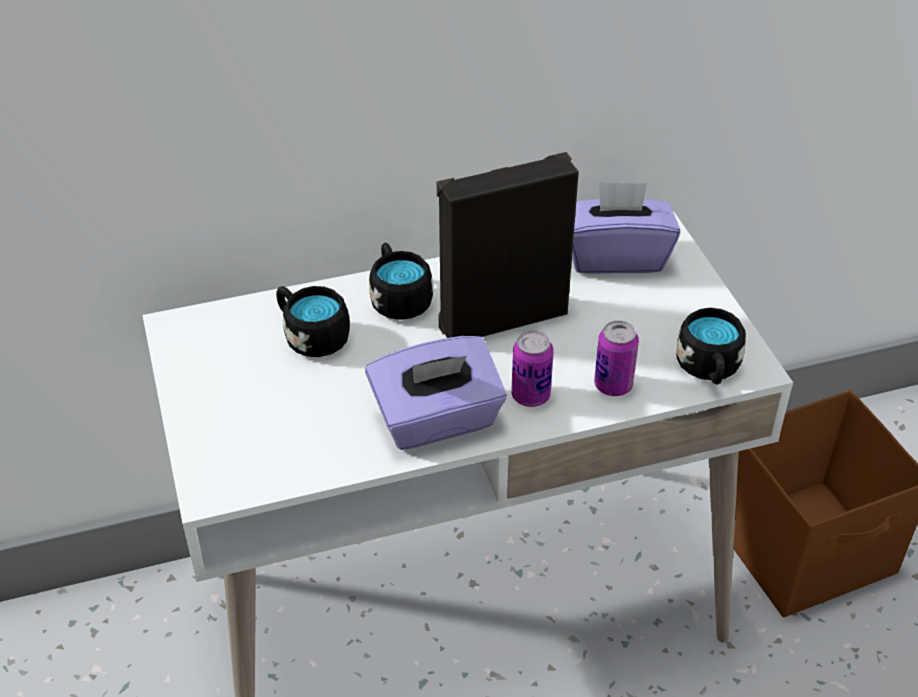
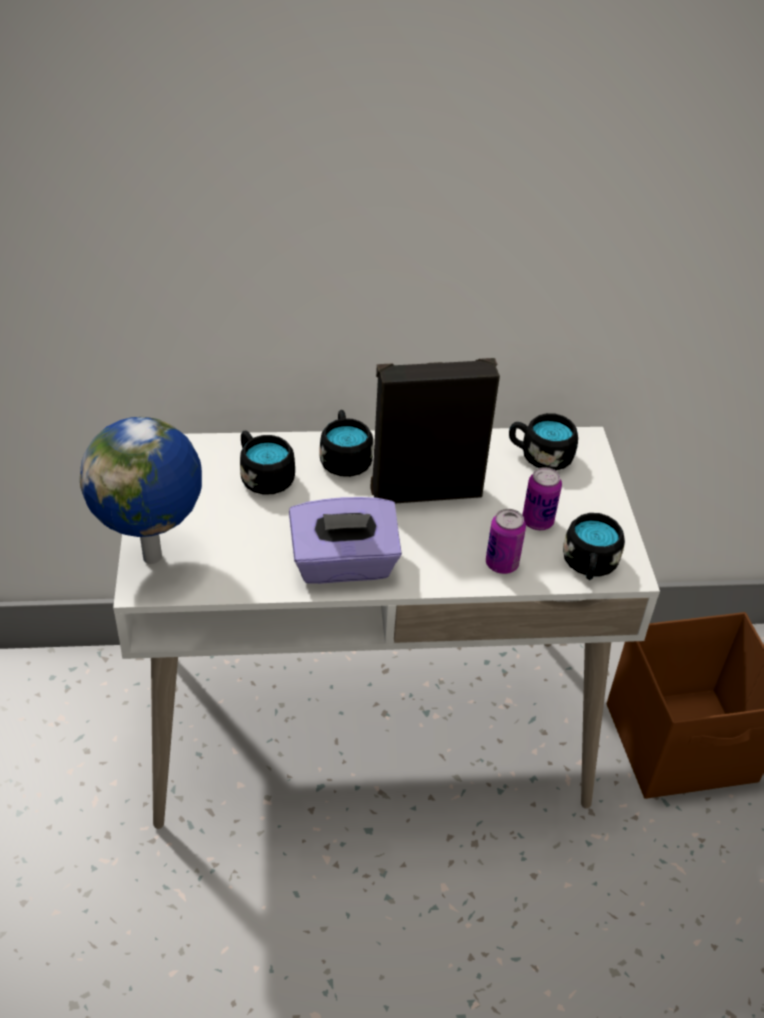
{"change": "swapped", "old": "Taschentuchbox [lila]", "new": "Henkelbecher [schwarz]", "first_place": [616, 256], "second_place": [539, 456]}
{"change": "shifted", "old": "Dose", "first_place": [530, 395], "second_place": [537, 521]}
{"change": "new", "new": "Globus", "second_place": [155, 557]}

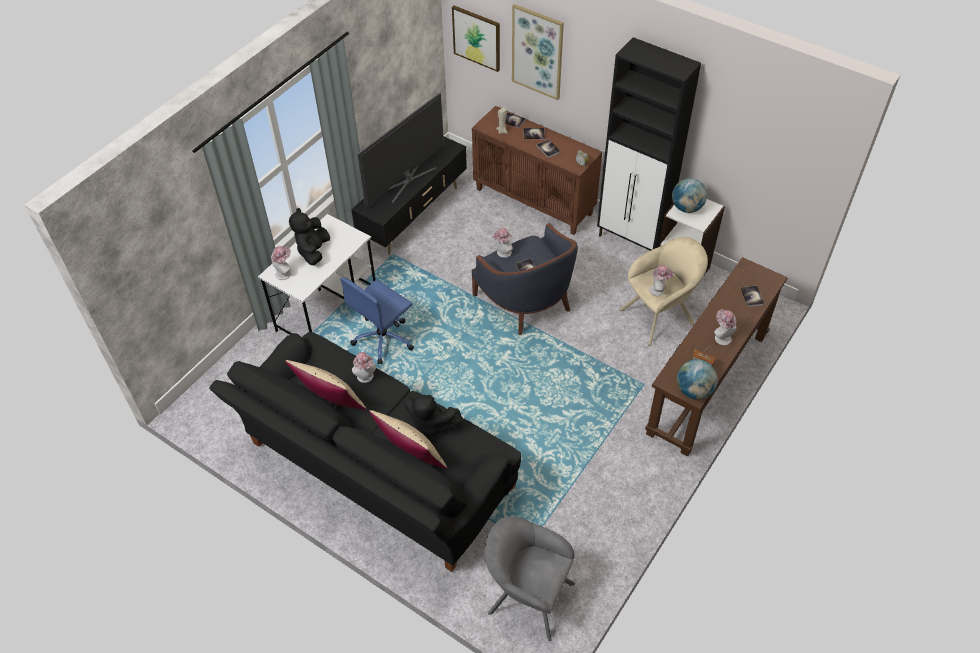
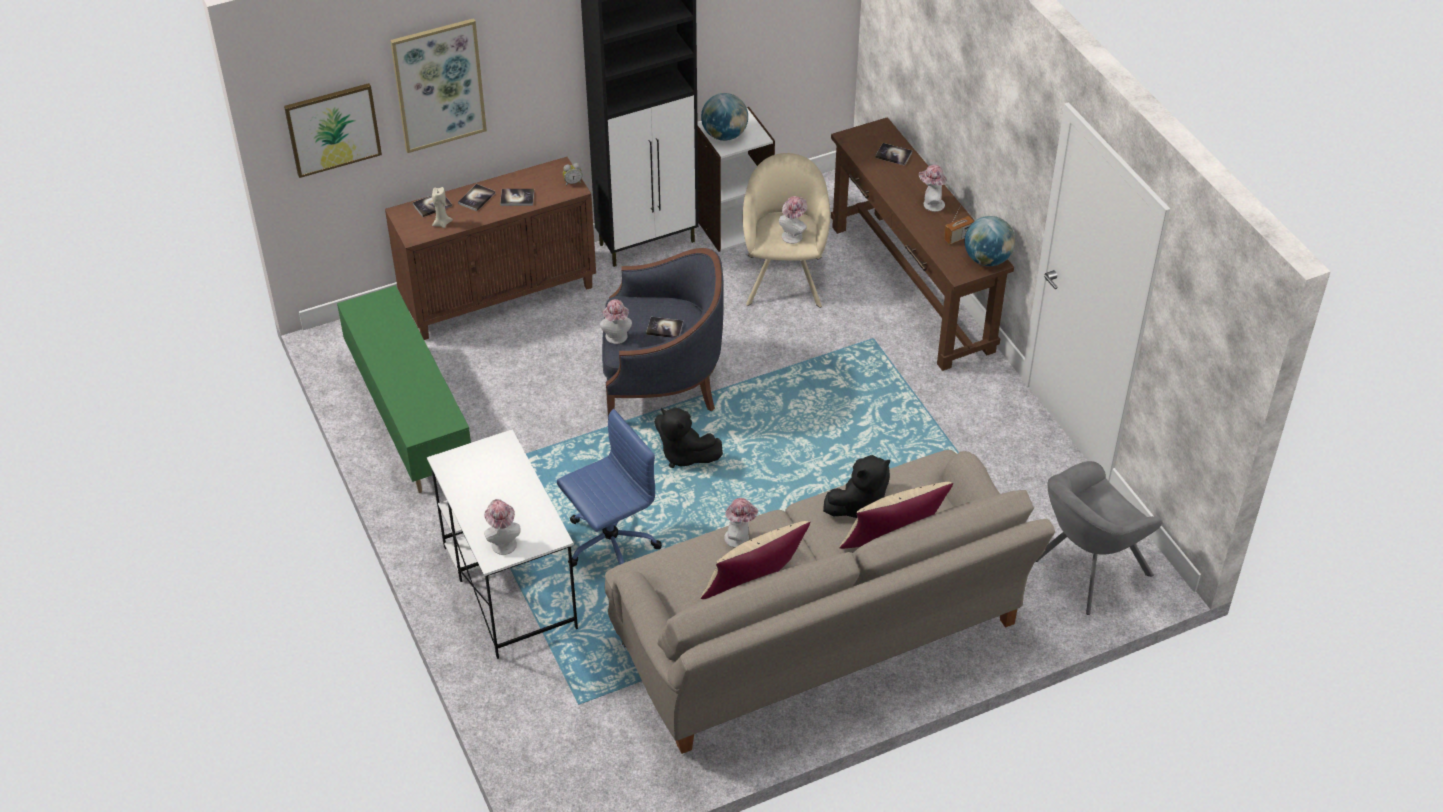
{"change": "gone", "old": "Fernseher", "first_place": [407, 180]}
{"change": "repainted", "old": "Fernsehschrank [schwarz]", "new": "Fernsehschrank [grün]", "first_place": [414, 215], "second_place": [411, 423]}
{"change": "shifted", "old": "Plüschtier [schwarz]", "first_place": [313, 251], "second_place": [684, 455]}
{"change": "rotated", "old": "Bürostuhl [blau]", "first_place": [384, 339], "second_place": [609, 545], "degrees": -105}
{"change": "repainted", "old": "Sofa [schwarz]", "new": "Sofa [beige]", "first_place": [376, 471], "second_place": [821, 639]}

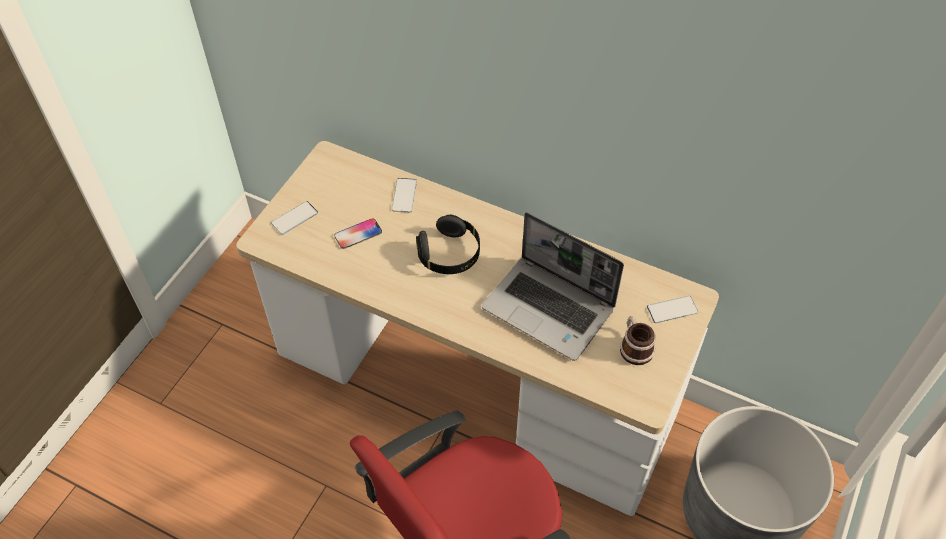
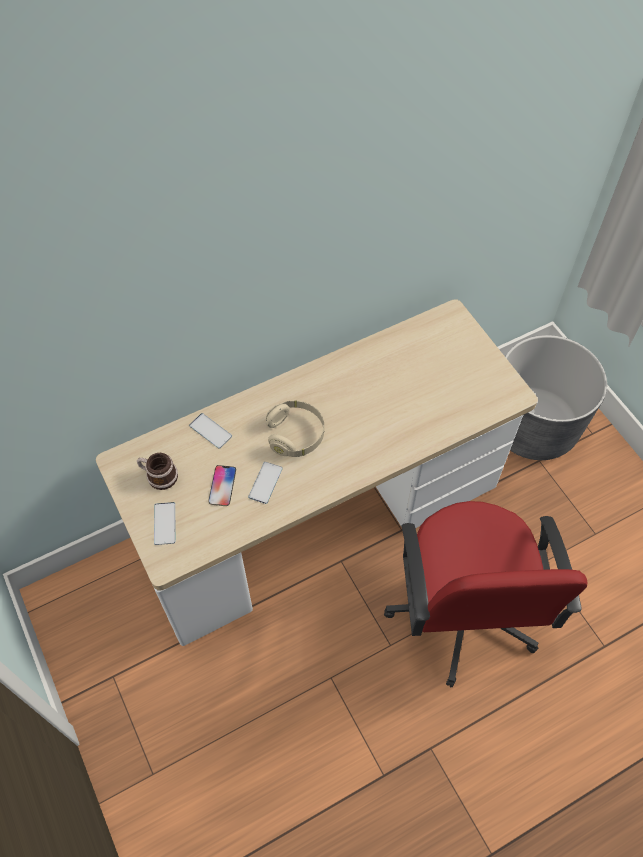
{"change": "gone", "old": "Laptop", "first_place": [550, 309]}
{"change": "repainted", "old": "Kopfhörer [schwarz]", "new": "Kopfhörer [beige]", "first_place": [449, 255], "second_place": [295, 435]}
{"change": "shifted", "old": "Handy", "first_place": [672, 309], "second_place": [265, 483]}
{"change": "shifted", "old": "Henkelbecher", "first_place": [634, 347], "second_place": [158, 475]}

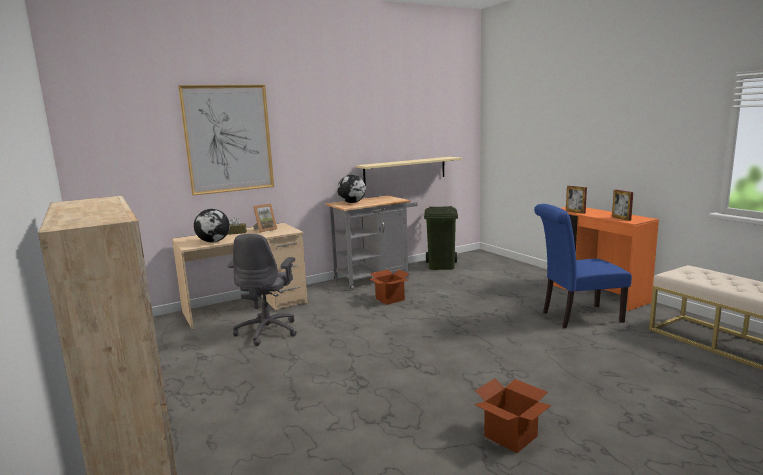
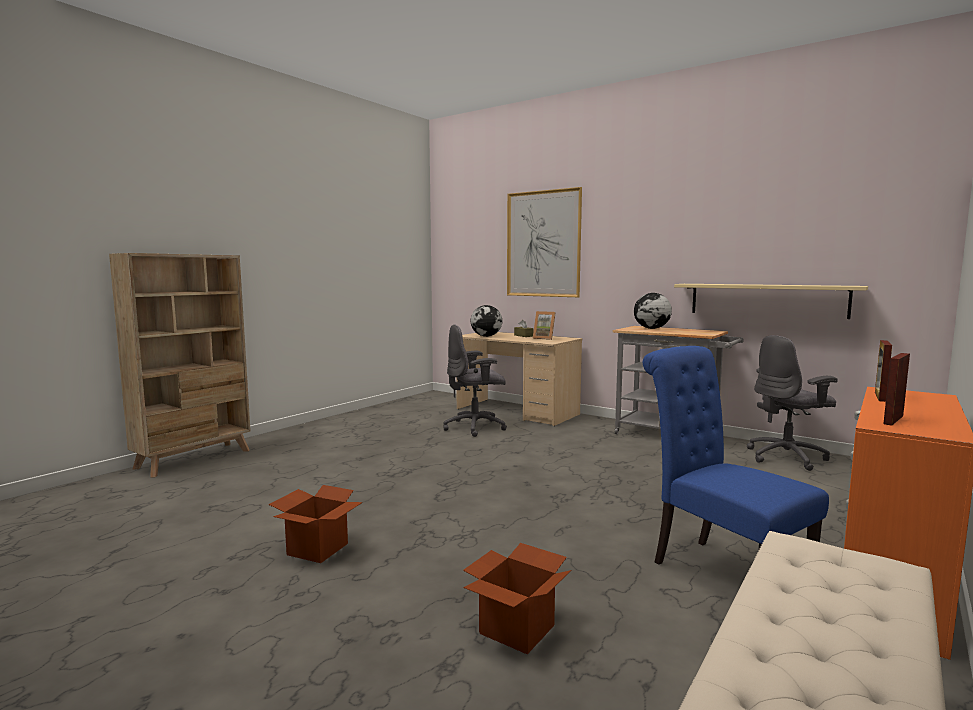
{"change": "swapped", "old": "Mülleimer [grün]", "new": "Bürostuhl [grau]", "first_place": [440, 265], "second_place": [787, 457]}
{"change": "shifted", "old": "Karton", "first_place": [390, 299], "second_place": [517, 629]}

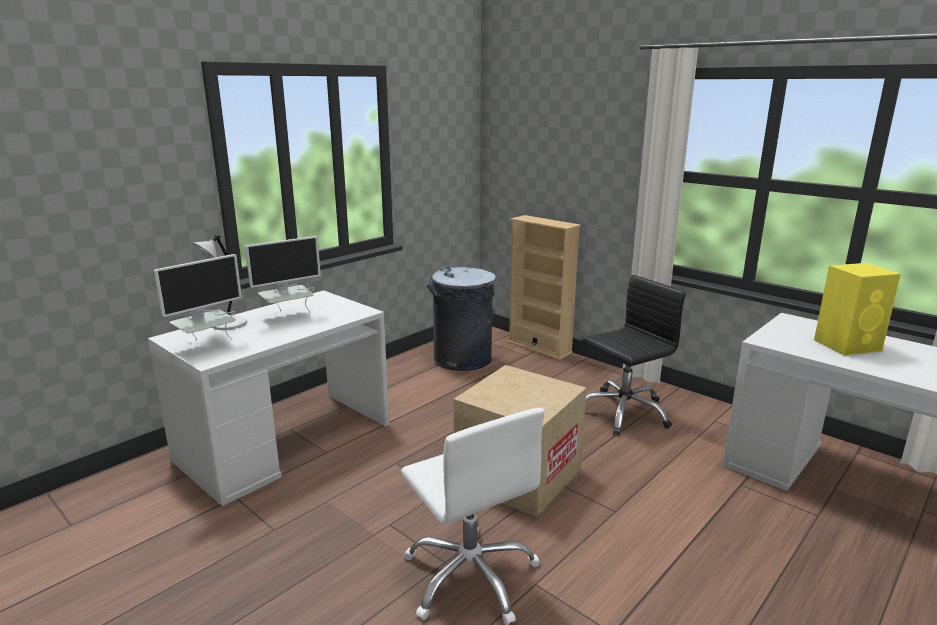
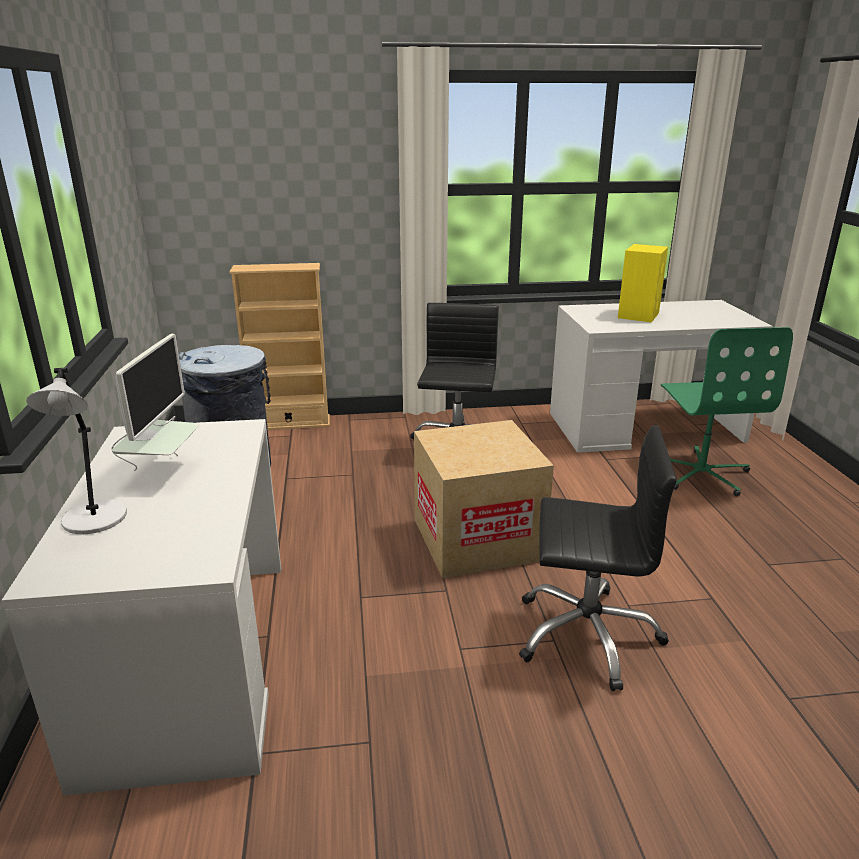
{"change": "gone", "old": "Monitor", "first_place": [207, 346]}
{"change": "repainted", "old": "Bürostuhl [weiß]", "new": "Bürostuhl [schwarz]", "first_place": [471, 576], "second_place": [587, 634]}
{"change": "new", "new": "Bürostuhl [grün]", "second_place": [701, 473]}

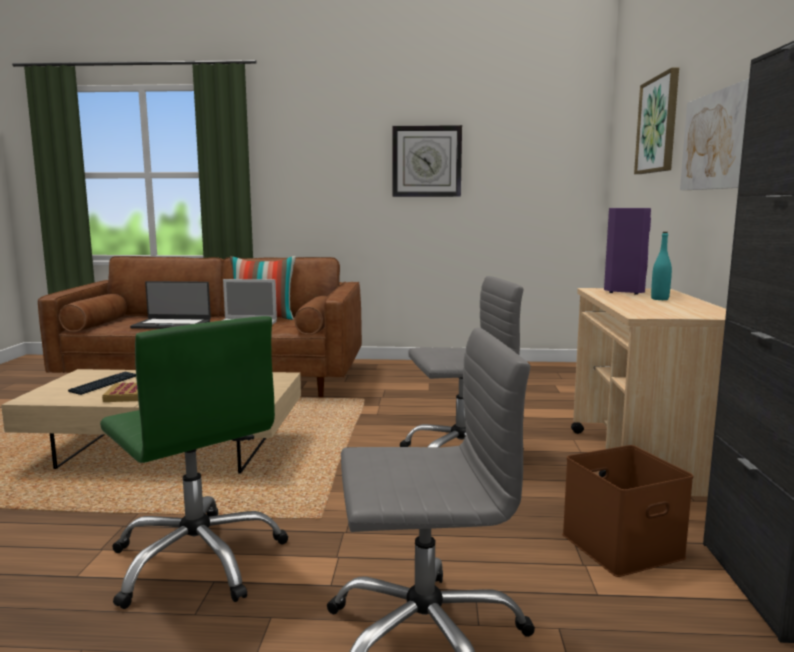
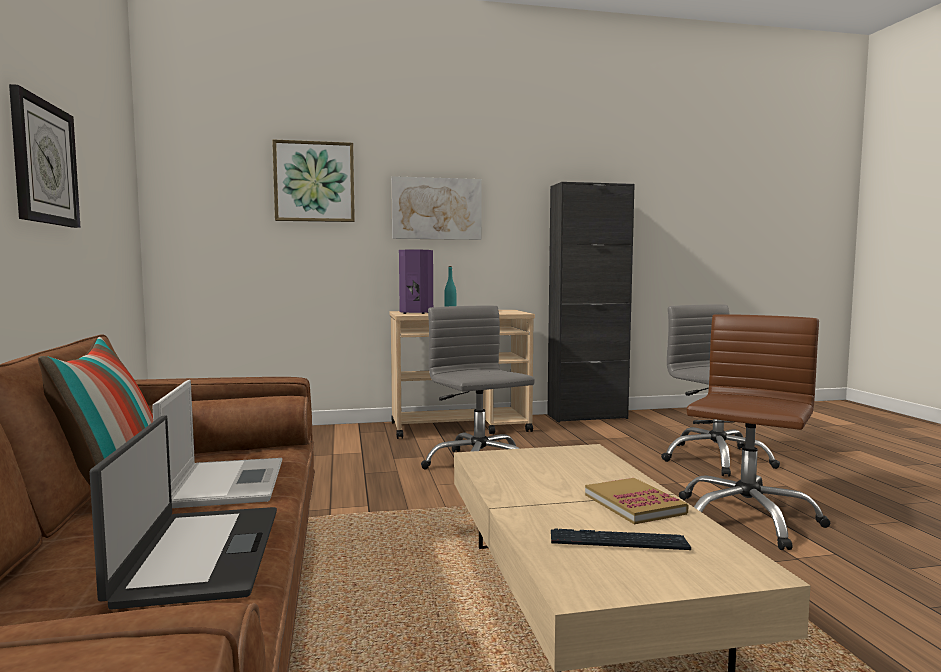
{"change": "repainted", "old": "Bürostuhl [grün]", "new": "Bürostuhl [braun]", "first_place": [198, 560], "second_place": [745, 518]}
{"change": "gone", "old": "Aufbewahrungsbox [braun]", "first_place": [622, 544]}

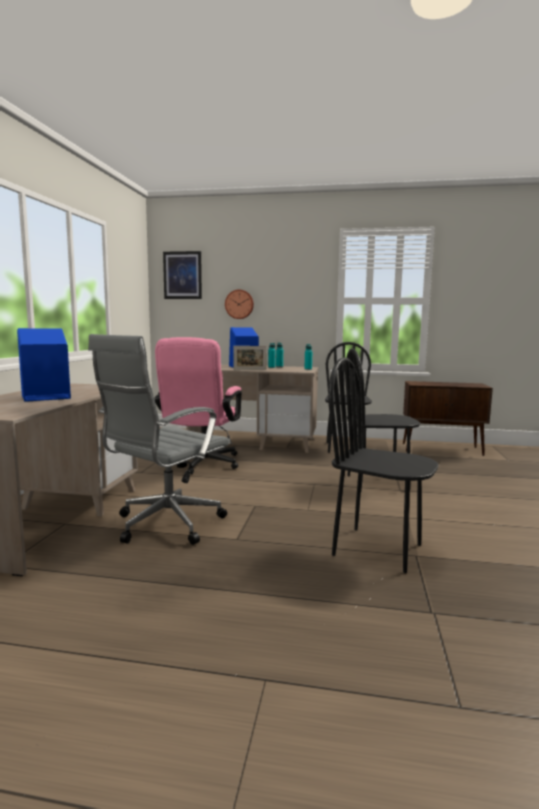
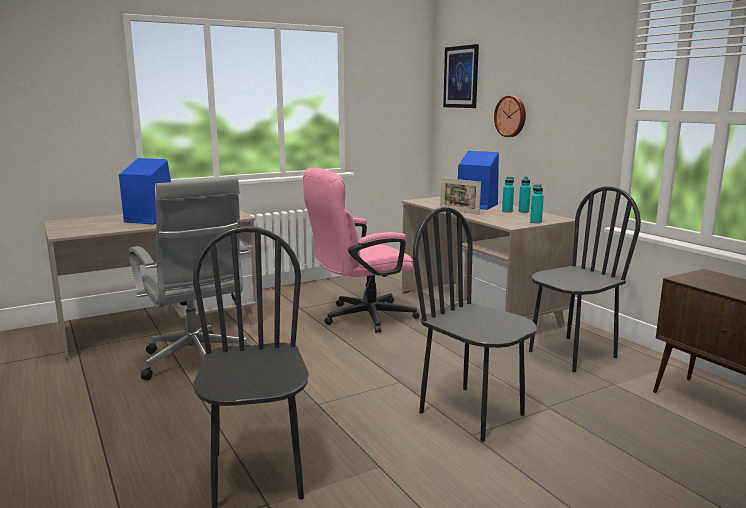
{"change": "rotated", "old": "Bürostuhl [grau]", "first_place": [164, 525], "second_place": [196, 363], "degrees": -120}

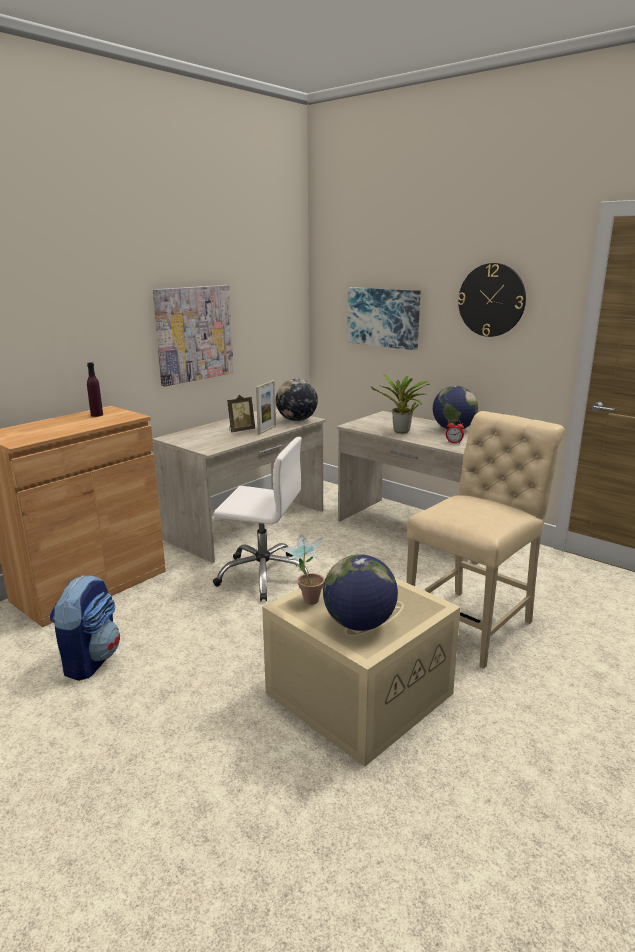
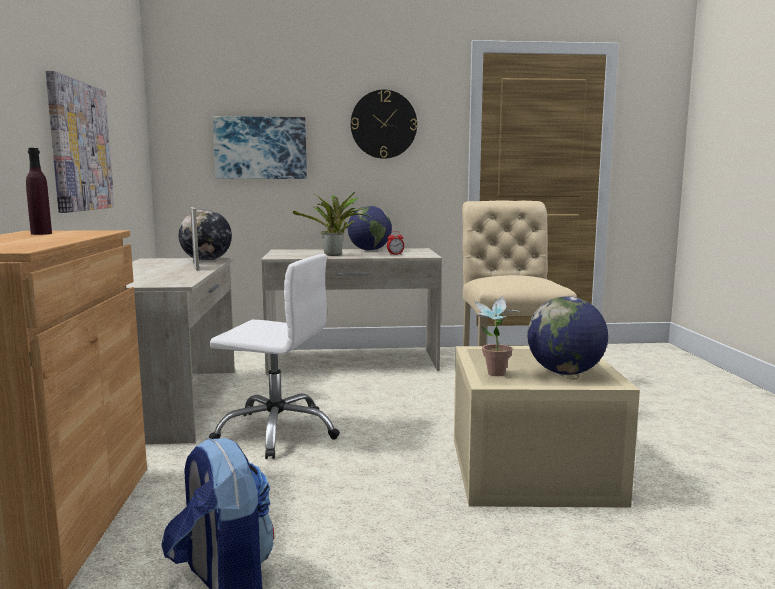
{"change": "gone", "old": "Bilderrahmen", "first_place": [240, 430]}
{"change": "rotated", "old": "Bürostuhl [weiß]", "first_place": [264, 575], "second_place": [277, 432], "degrees": 45}

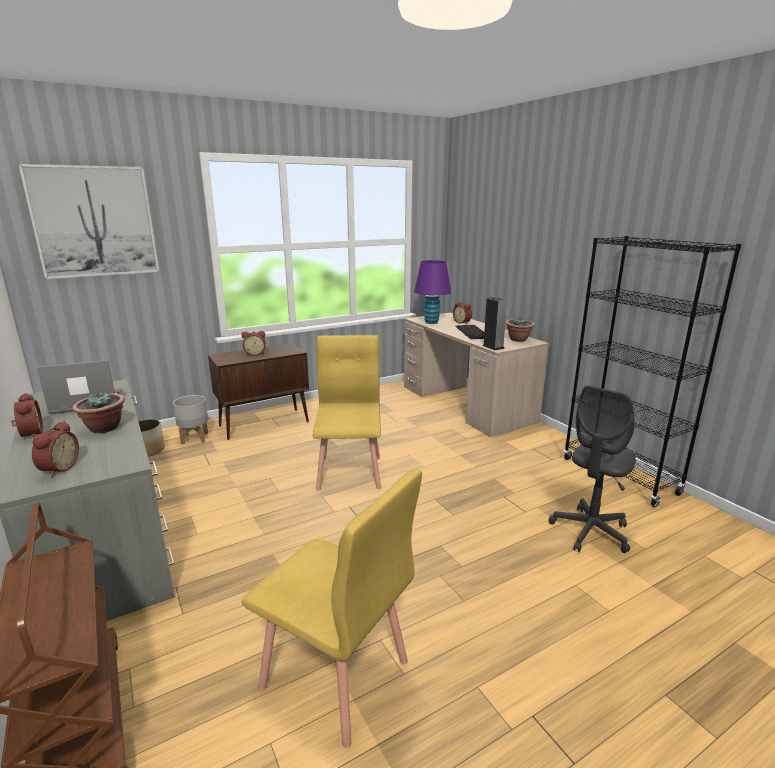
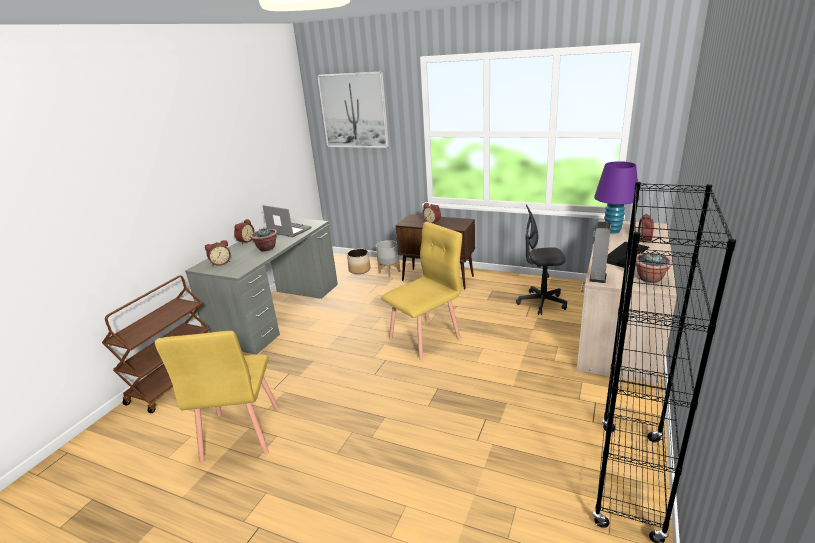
{"change": "shifted", "old": "Bürostuhl [grau]", "first_place": [590, 532], "second_place": [541, 303]}

